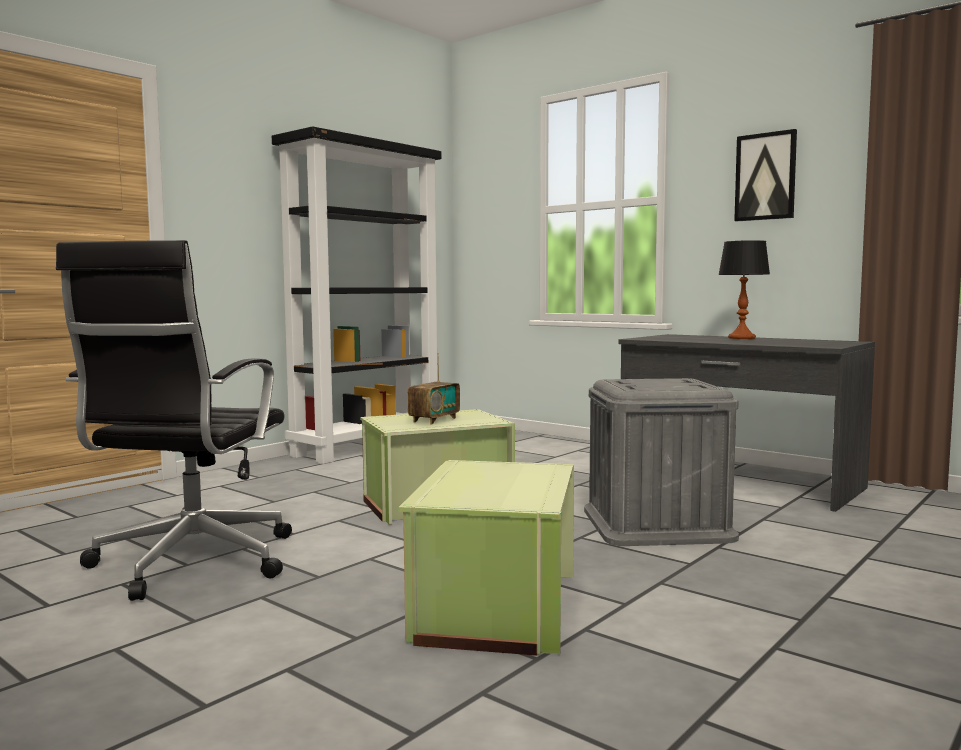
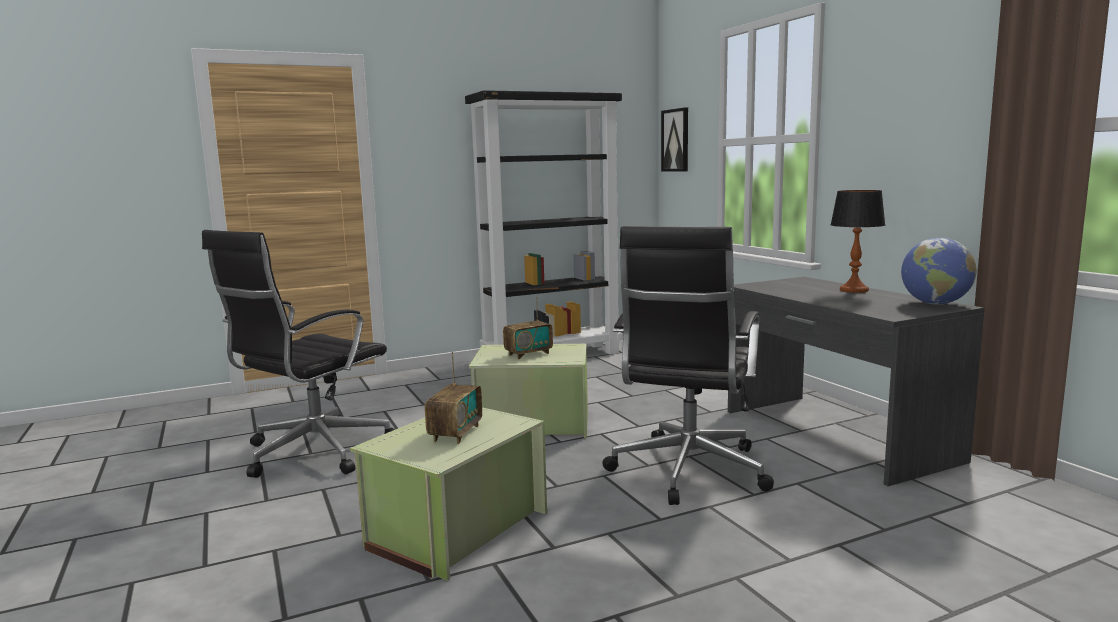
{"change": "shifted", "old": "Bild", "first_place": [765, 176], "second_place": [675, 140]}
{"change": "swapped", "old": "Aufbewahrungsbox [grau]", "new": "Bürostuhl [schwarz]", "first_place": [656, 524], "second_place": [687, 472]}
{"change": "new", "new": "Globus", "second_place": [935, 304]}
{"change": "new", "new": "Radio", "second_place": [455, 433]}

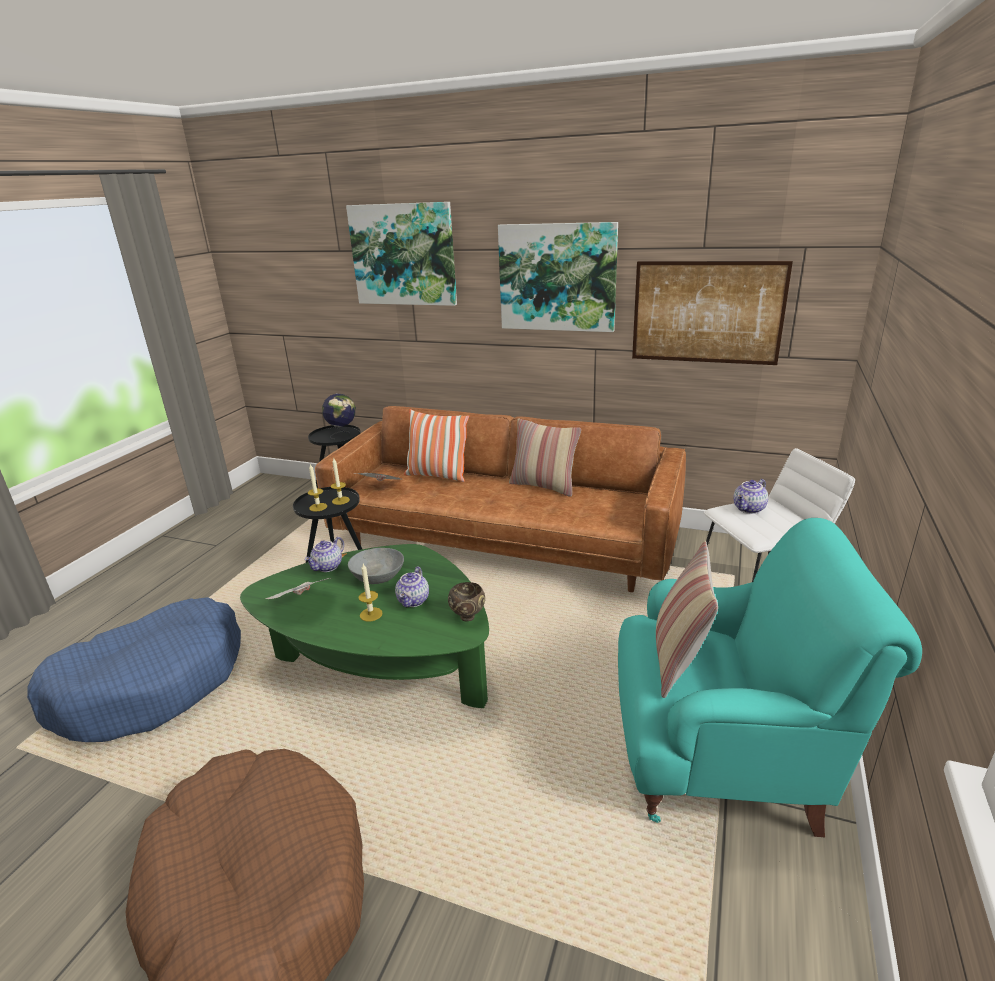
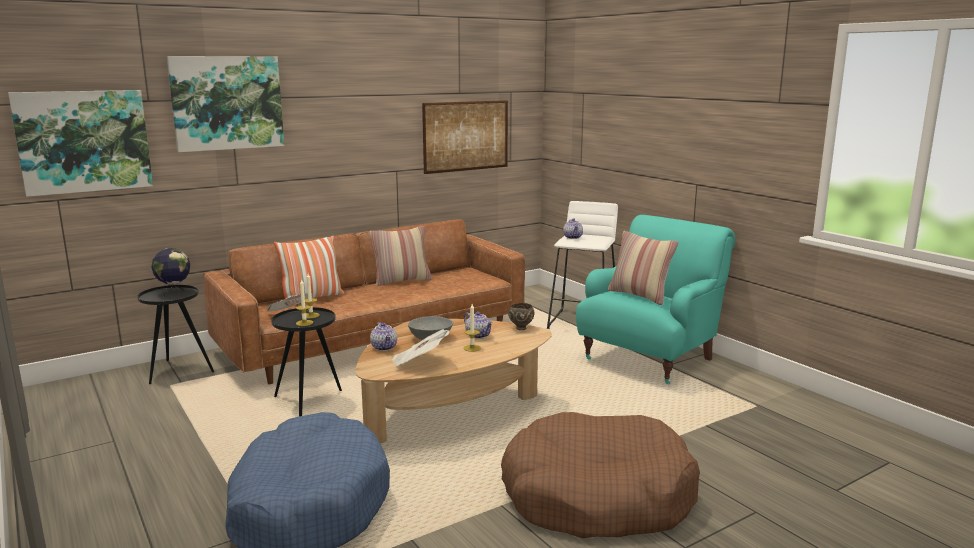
{"change": "shifted", "old": "Bild", "first_place": [557, 277], "second_place": [84, 141]}
{"change": "repainted", "old": "Couchtisch [grün]", "new": "Couchtisch [braun]", "first_place": [383, 669], "second_place": [450, 413]}

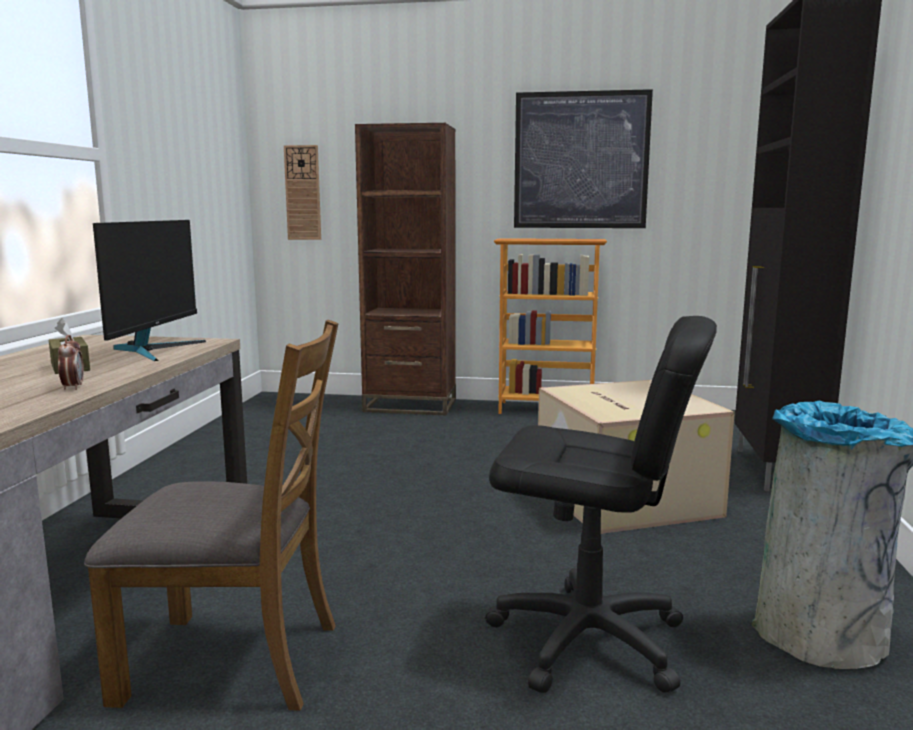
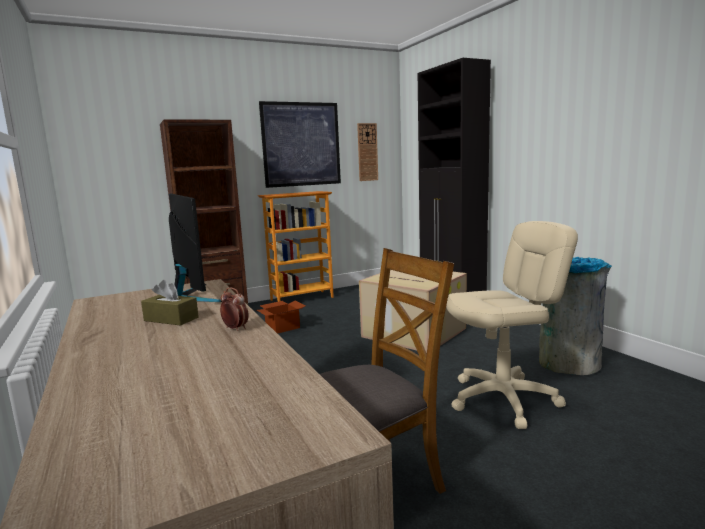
{"change": "shifted", "old": "Wanduhr", "first_place": [303, 193], "second_place": [367, 152]}
{"change": "repainted", "old": "Bürostuhl [schwarz]", "new": "Bürostuhl [beige]", "first_place": [588, 640], "second_place": [503, 399]}
{"change": "new", "new": "Karton", "second_place": [282, 327]}

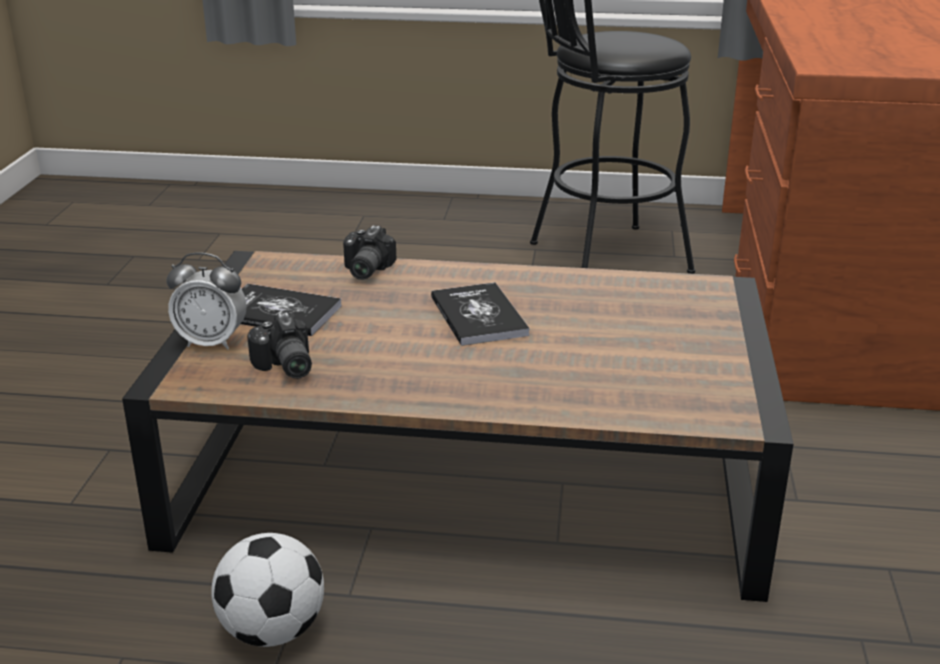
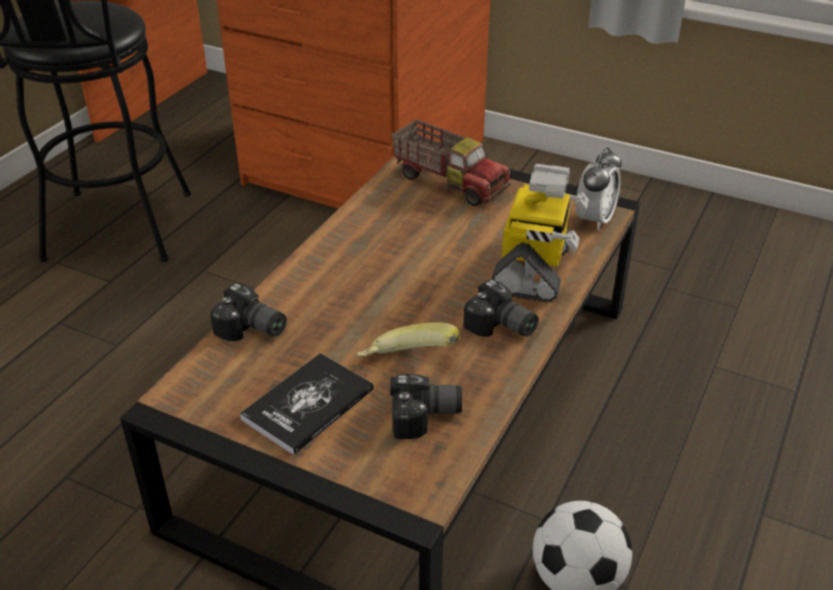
{"change": "shifted", "old": "Wecker", "first_place": [212, 342], "second_place": [594, 219]}
{"change": "gone", "old": "Buch", "first_place": [478, 316]}
{"change": "new", "new": "Spielzeuglaster", "second_place": [450, 182]}
{"change": "new", "new": "Spielzeugroboter", "second_place": [534, 270]}
{"change": "new", "new": "Kamera", "second_place": [500, 327]}
{"change": "new", "new": "Banane", "second_place": [408, 364]}

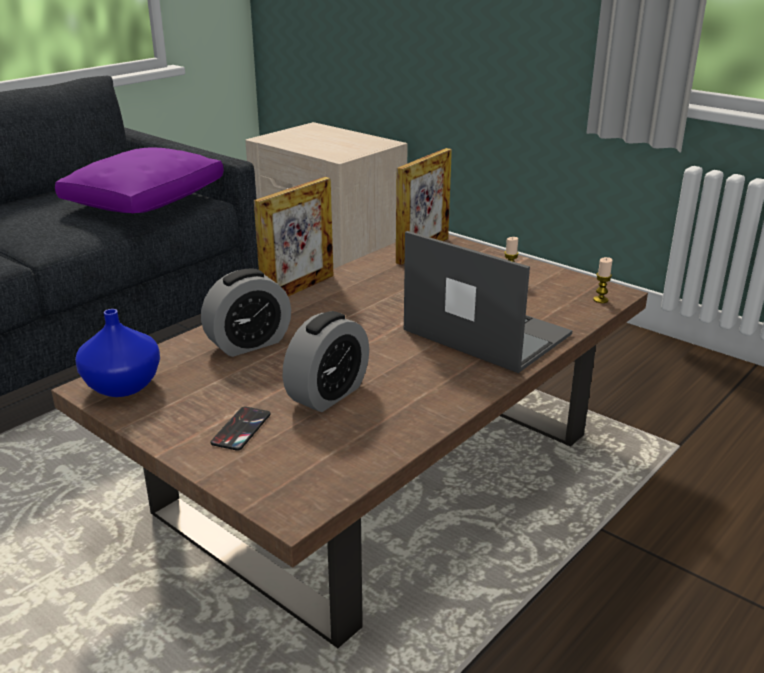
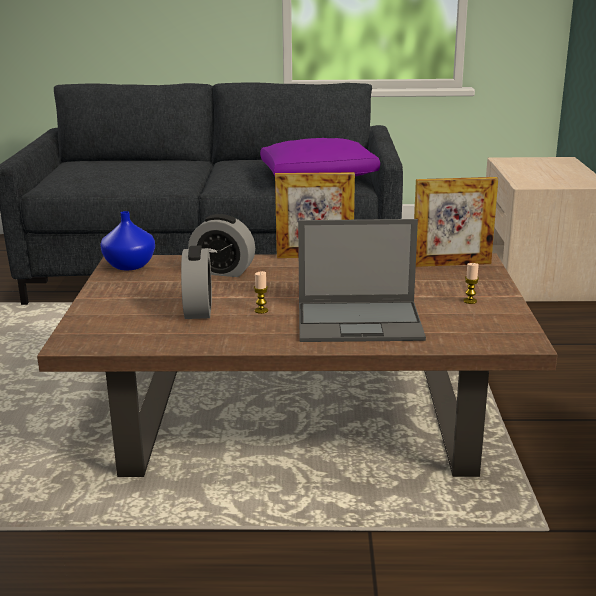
{"change": "rotated", "old": "Laptop", "first_place": [484, 332], "second_place": [361, 321], "degrees": 90}
{"change": "shifted", "old": "Kerze", "first_place": [600, 300], "second_place": [261, 310]}
{"change": "rotated", "old": "Wecker", "first_place": [328, 394], "second_place": [198, 309], "degrees": -90}
{"change": "gone", "old": "Handy", "first_place": [241, 429]}

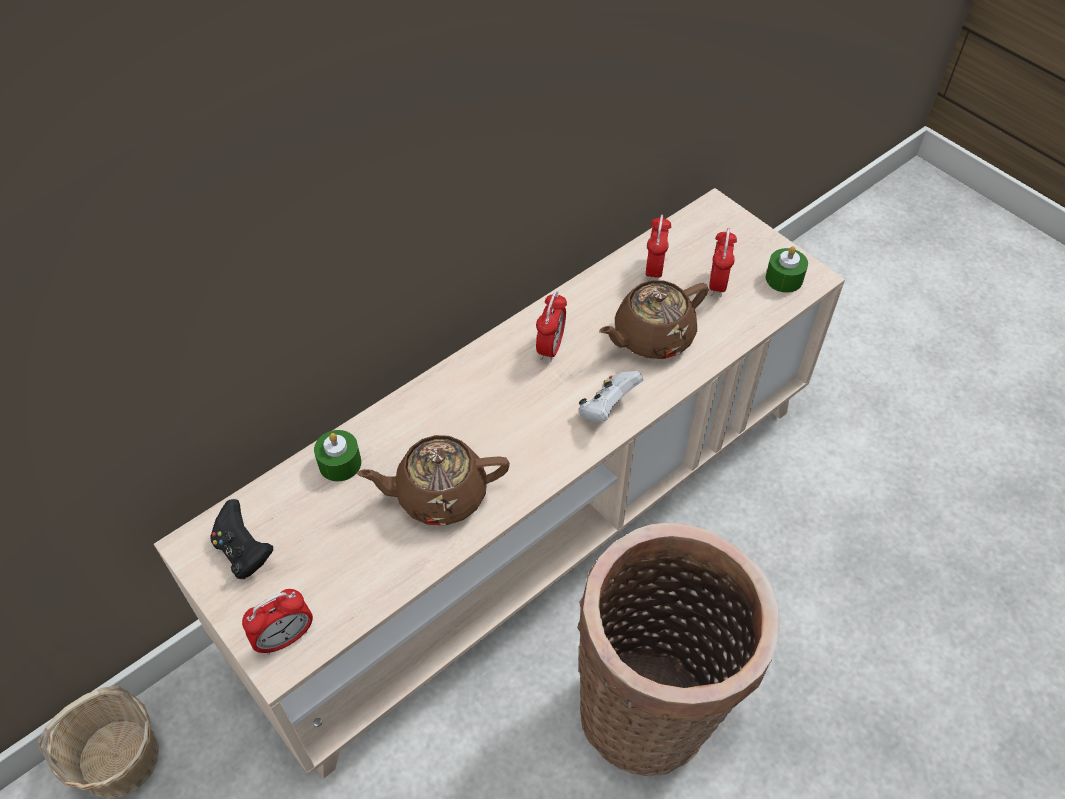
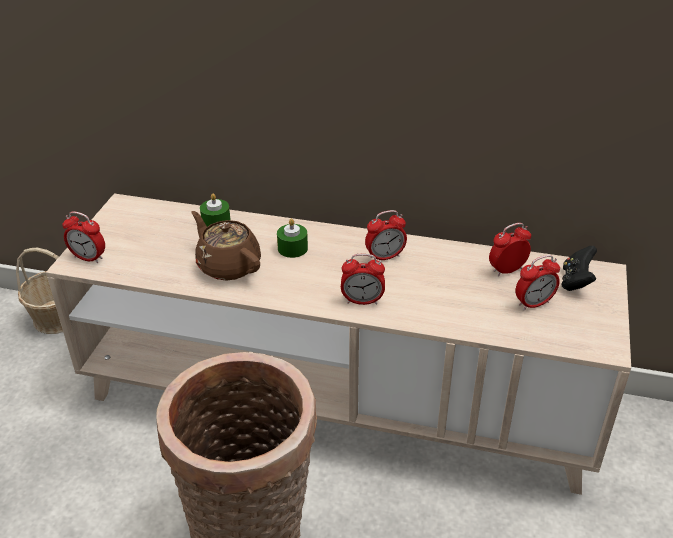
{"change": "shifted", "old": "Kerze [grün]", "first_place": [784, 279], "second_place": [292, 248]}
{"change": "gone", "old": "Teekanne [braun]", "first_place": [651, 337]}
{"change": "swapped", "old": "Gamepad [weiß]", "new": "Wecker", "first_place": [607, 408], "second_place": [362, 301]}
{"change": "shifted", "old": "Gamepad [schwarz]", "first_place": [244, 552], "second_place": [576, 281]}

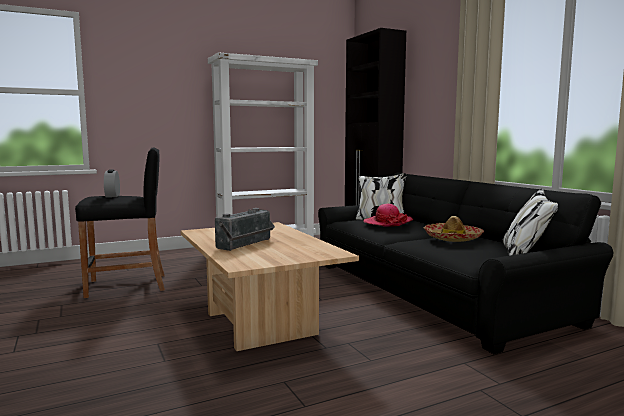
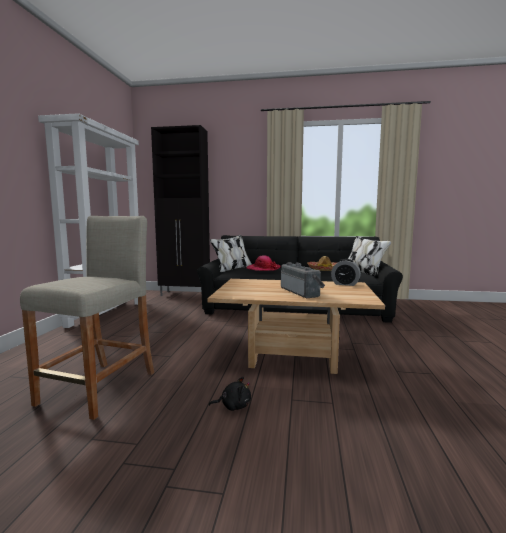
{"change": "repainted", "old": "Hocker [schwarz]", "new": "Hocker [beige]", "first_place": [127, 286], "second_place": [99, 388]}
{"change": "shifted", "old": "Wecker", "first_place": [112, 196], "second_place": [345, 284]}
{"change": "new", "new": "Plüschtier [schwarz]", "second_place": [233, 406]}

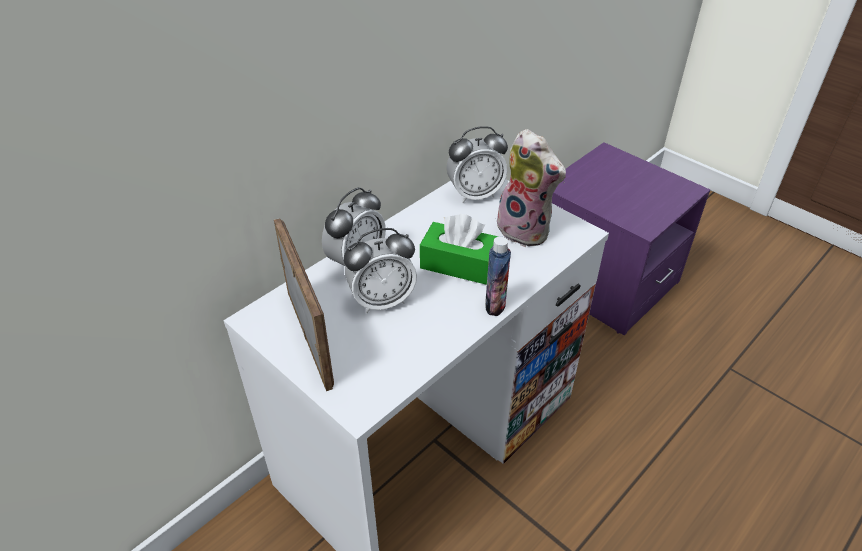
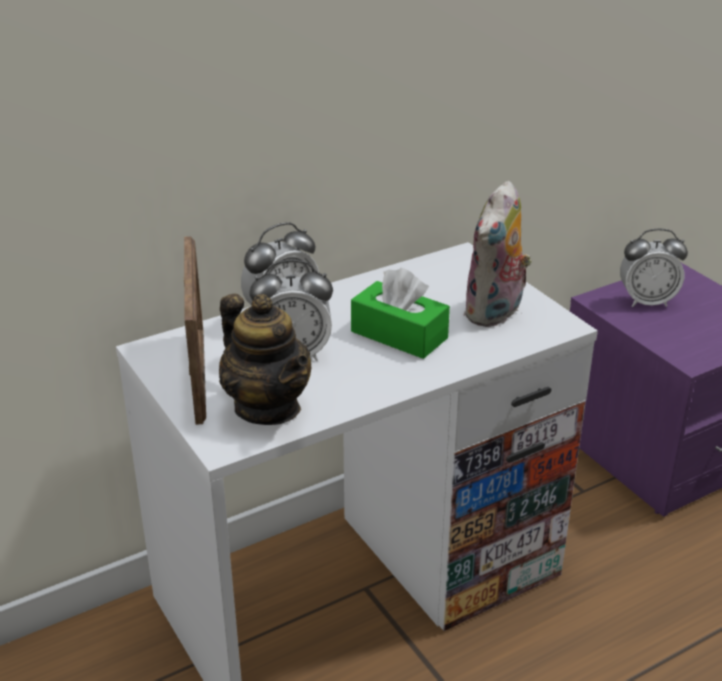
{"change": "shifted", "old": "Wecker", "first_place": [475, 194], "second_place": [647, 301]}
{"change": "rotated", "old": "Plüschtier", "first_place": [526, 230], "second_place": [495, 313], "degrees": 60}
{"change": "gone", "old": "Flasche", "first_place": [495, 305]}
{"change": "new", "new": "Teekanne", "second_place": [268, 407]}

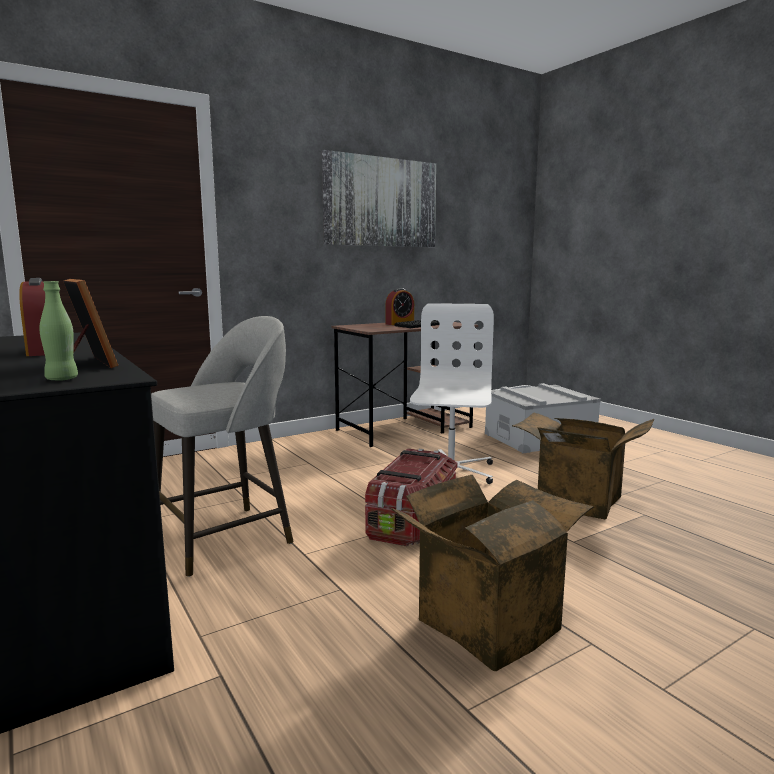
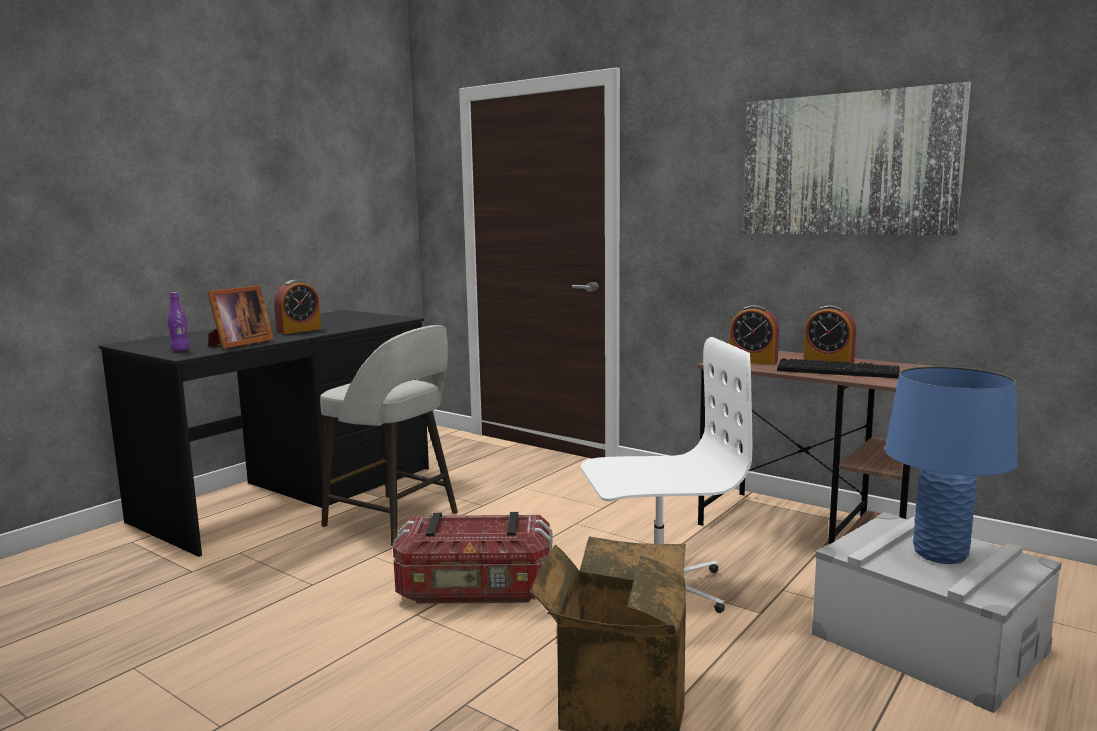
{"change": "repainted", "old": "Flasche [grün]", "new": "Flasche [lila]", "first_place": [62, 379], "second_place": [180, 350]}
{"change": "gone", "old": "Karton", "first_place": [485, 620]}
{"change": "new", "new": "Wecker", "second_place": [753, 361]}
{"change": "new", "new": "Tischlampe [blau]", "second_place": [940, 554]}

